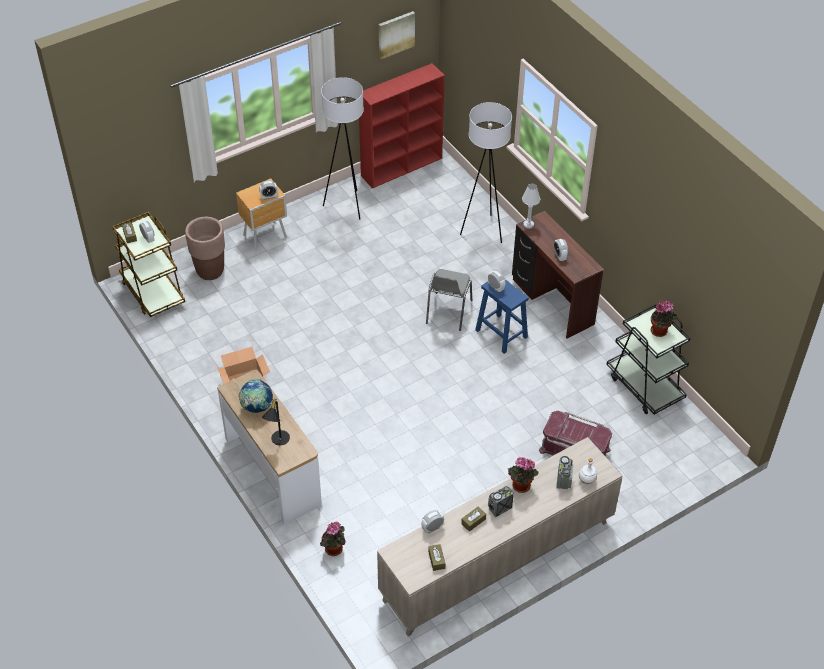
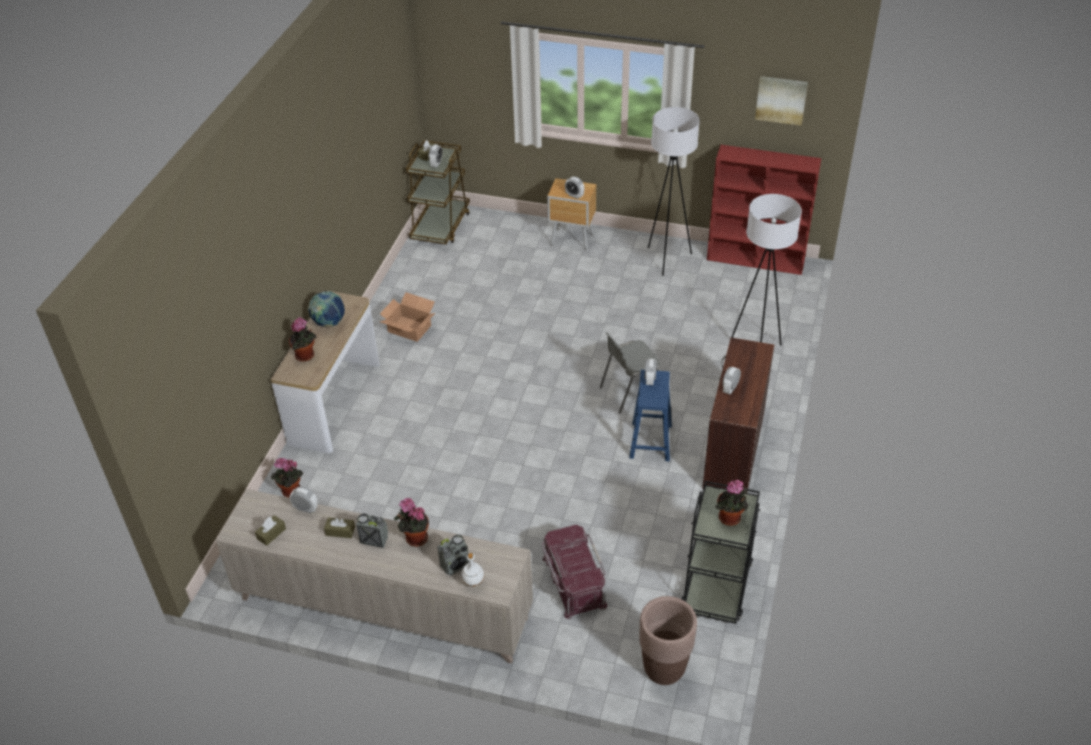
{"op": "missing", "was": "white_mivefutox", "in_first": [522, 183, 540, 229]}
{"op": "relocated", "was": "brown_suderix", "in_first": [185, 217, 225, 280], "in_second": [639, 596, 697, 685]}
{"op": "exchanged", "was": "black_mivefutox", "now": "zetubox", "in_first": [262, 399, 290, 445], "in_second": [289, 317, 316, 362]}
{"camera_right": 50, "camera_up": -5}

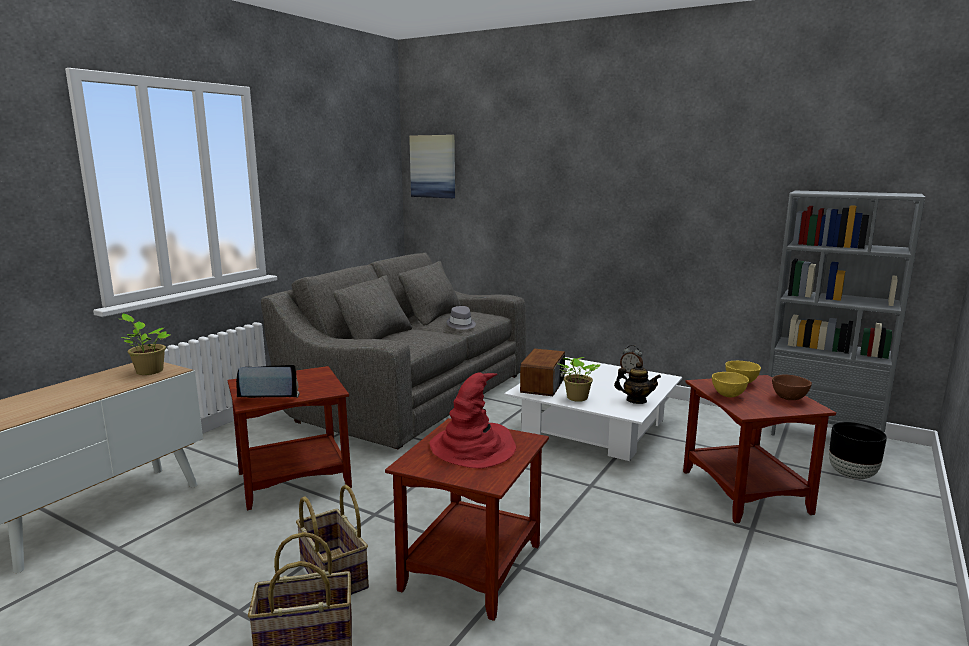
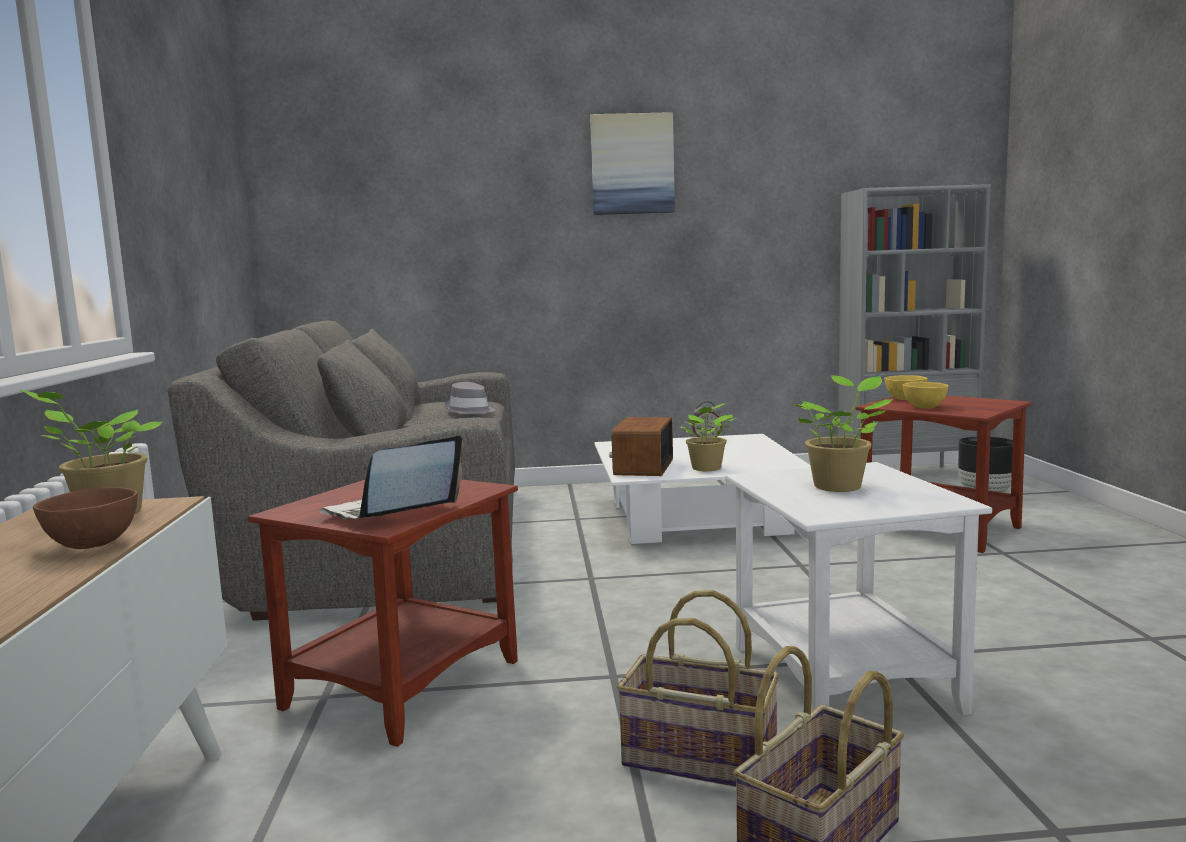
{"op": "relocated", "was": "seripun", "in_first": [409, 135, 455, 198], "in_second": [590, 112, 675, 215]}
{"op": "spun", "was": "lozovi", "in_first": [520, 348, 567, 396], "in_second": [609, 417, 673, 476], "clockwise": -150}
{"op": "missing", "was": "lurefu", "in_first": [614, 362, 661, 404]}
{"op": "exchanged", "was": "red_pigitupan", "now": "zetubox", "in_first": [429, 372, 516, 469], "in_second": [793, 375, 893, 492]}
{"op": "relocated", "was": "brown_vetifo", "in_first": [772, 375, 812, 400], "in_second": [33, 487, 138, 549]}
{"op": "colour", "was": "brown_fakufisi", "now": "white_fakufisi", "in_first": [385, 418, 549, 621], "in_second": [725, 462, 992, 715]}
{"camera_right": -35, "camera_up": -5}

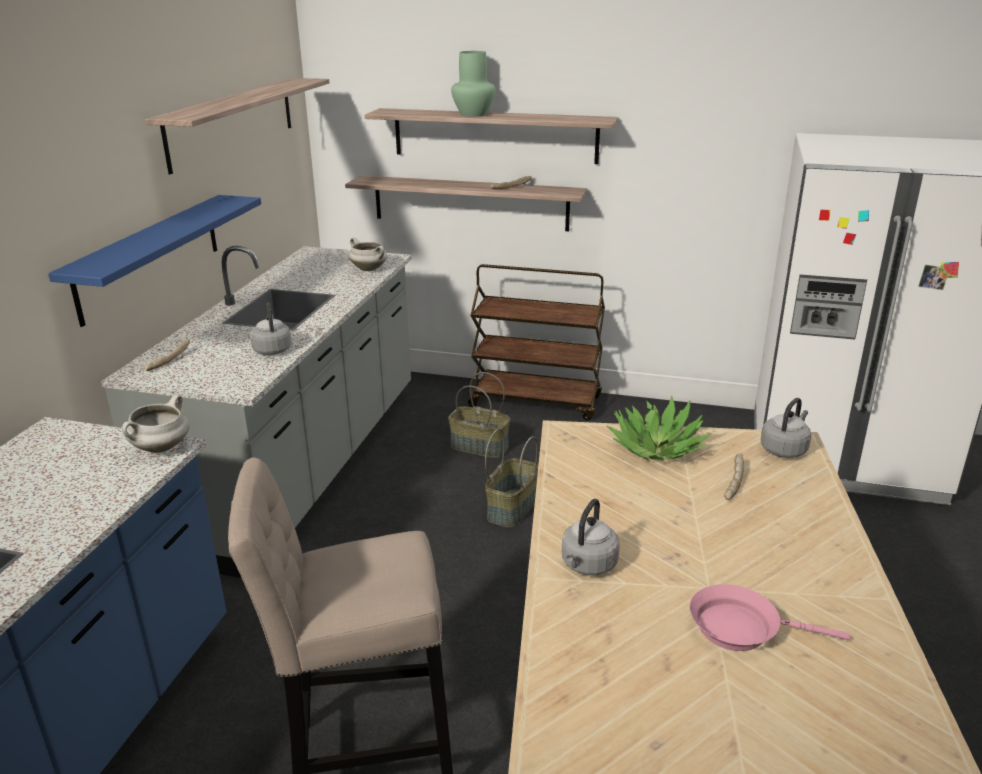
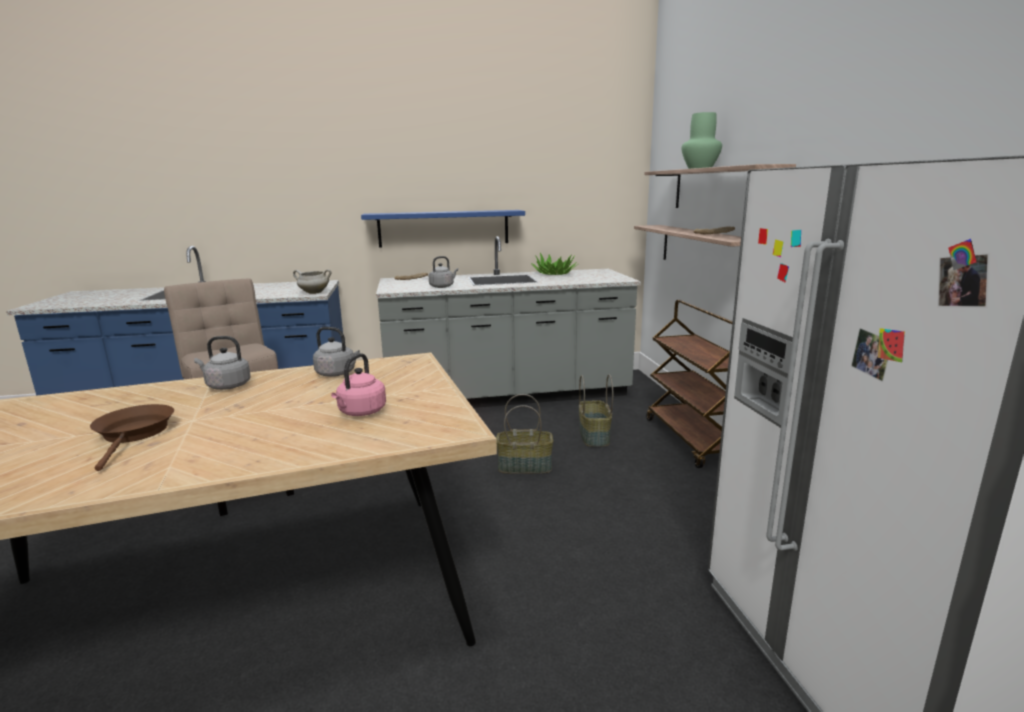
{"op": "missing", "was": "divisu", "in_first": [145, 78, 329, 174]}
{"op": "missing", "was": "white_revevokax", "in_first": [348, 237, 388, 271]}
{"op": "relocated", "was": "zetubox", "in_first": [607, 396, 712, 461], "in_second": [531, 253, 578, 275]}
{"op": "relocated", "was": "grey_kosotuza", "in_first": [761, 398, 811, 458], "in_second": [313, 327, 360, 377]}
{"op": "exchanged", "was": "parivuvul", "now": "pink_kosotuza", "in_first": [724, 453, 744, 500], "in_second": [331, 353, 386, 416]}
{"op": "colour", "was": "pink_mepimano", "now": "brown_mepimano", "in_first": [690, 584, 850, 651], "in_second": [90, 404, 174, 471]}
{"camera_right": 65, "camera_up": -10}

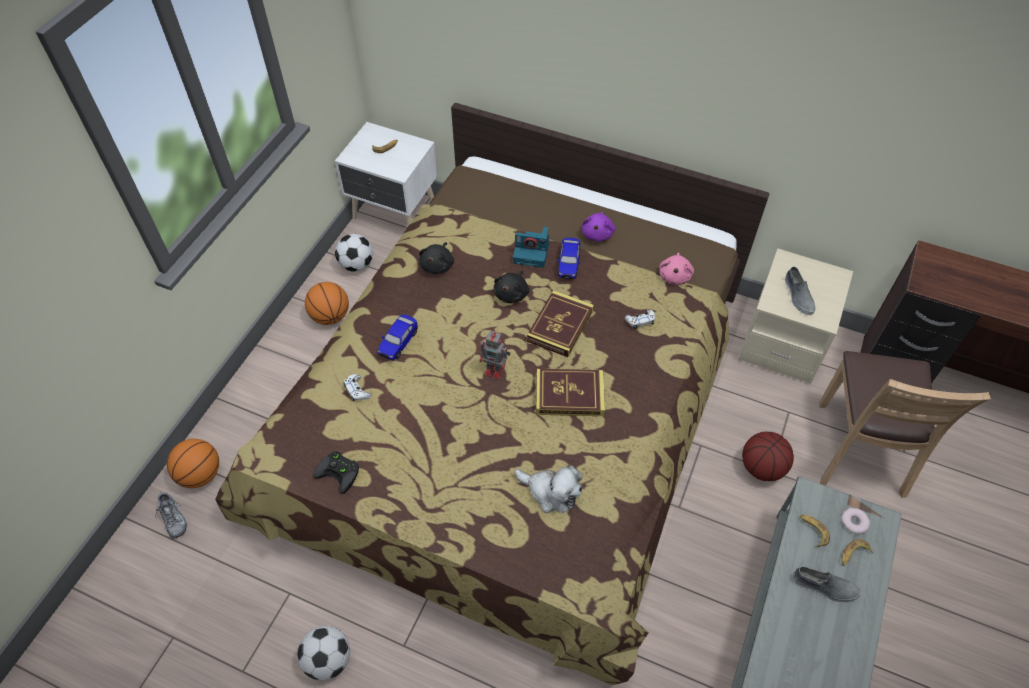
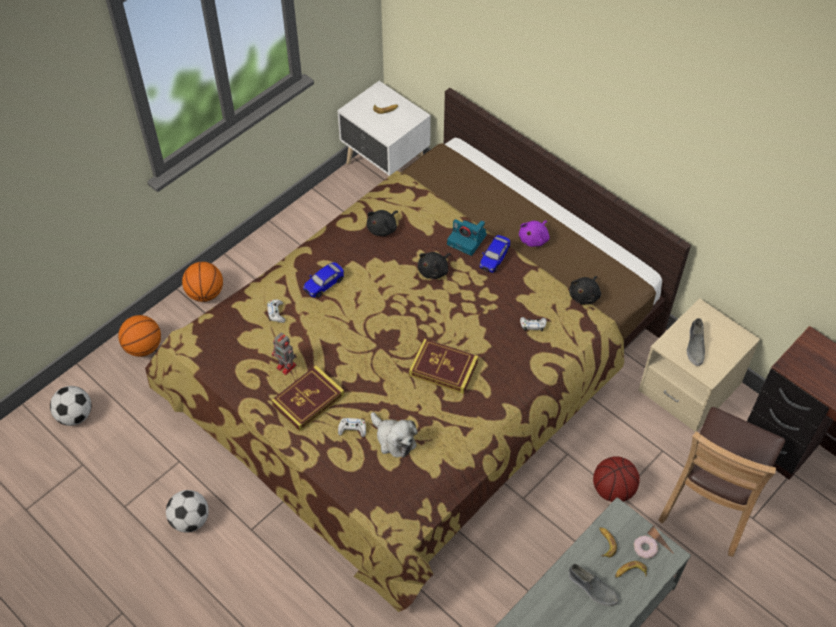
{"op": "relocated", "was": "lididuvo", "in_first": [335, 234, 373, 272], "in_second": [50, 386, 91, 426]}
{"op": "colour", "was": "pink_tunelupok", "now": "black_tunelupok", "in_first": [659, 253, 694, 285], "in_second": [569, 276, 601, 305]}
{"op": "relocated", "was": "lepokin", "in_first": [305, 282, 349, 325], "in_second": [182, 262, 223, 302]}
{"op": "relocated", "was": "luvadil", "in_first": [527, 290, 594, 357], "in_second": [271, 365, 344, 431]}
{"op": "relocated", "was": "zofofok", "in_first": [479, 331, 510, 379], "in_second": [272, 332, 297, 375]}
{"op": "missing", "was": "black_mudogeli", "in_first": [314, 451, 359, 494]}
{"op": "missing", "was": "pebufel", "in_first": [156, 491, 187, 539]}
{"op": "appeared", "now": "white_mudogeli", "in_second": [338, 418, 366, 437]}
{"camera_right": 20, "camera_up": 0}

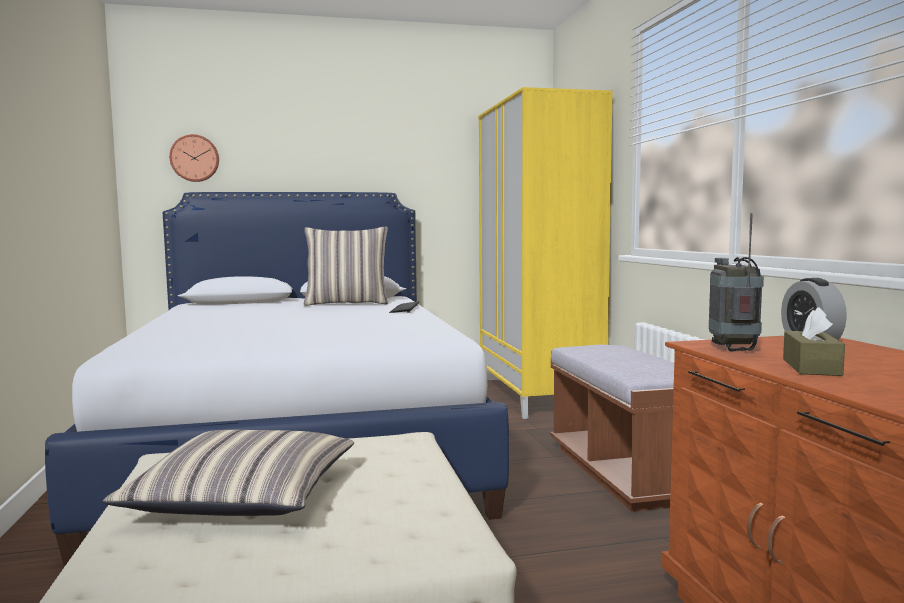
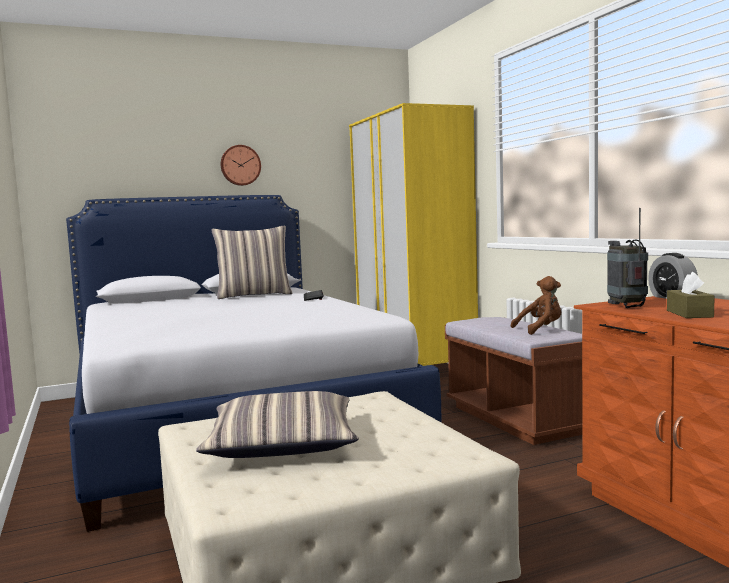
{"op": "relocated", "was": "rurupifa", "in_first": [169, 134, 219, 182], "in_second": [221, 145, 261, 186]}
{"op": "appeared", "now": "brown_tunelupok", "in_second": [511, 276, 561, 335]}
{"camera_right": -10, "camera_up": 0}

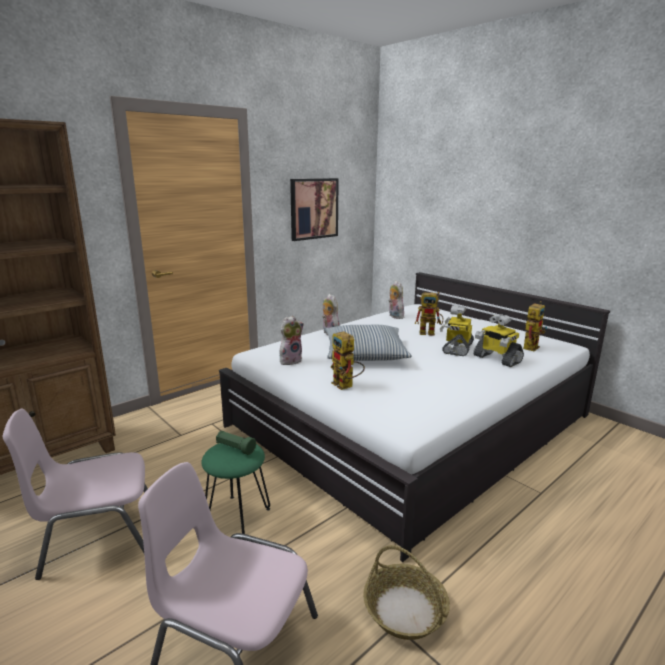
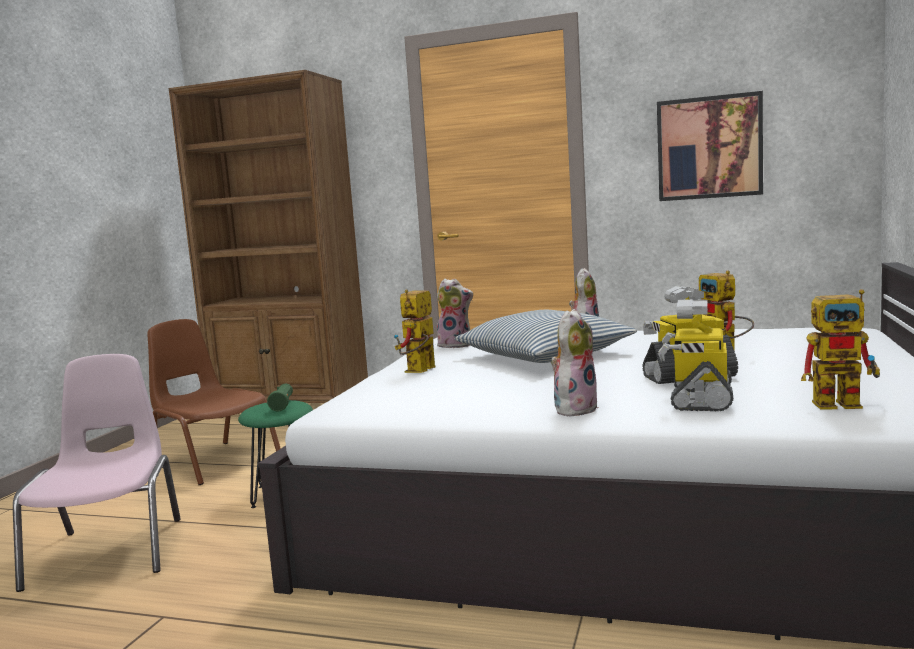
{"op": "relocated", "was": "tunelupok", "in_first": [388, 281, 404, 319], "in_second": [551, 309, 599, 416]}
{"op": "colour", "was": "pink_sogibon", "now": "brown_sogibon", "in_first": [3, 409, 148, 580], "in_second": [147, 319, 281, 485]}
{"op": "missing", "was": "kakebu", "in_first": [363, 545, 450, 640]}
{"camera_right": 60, "camera_up": -10}

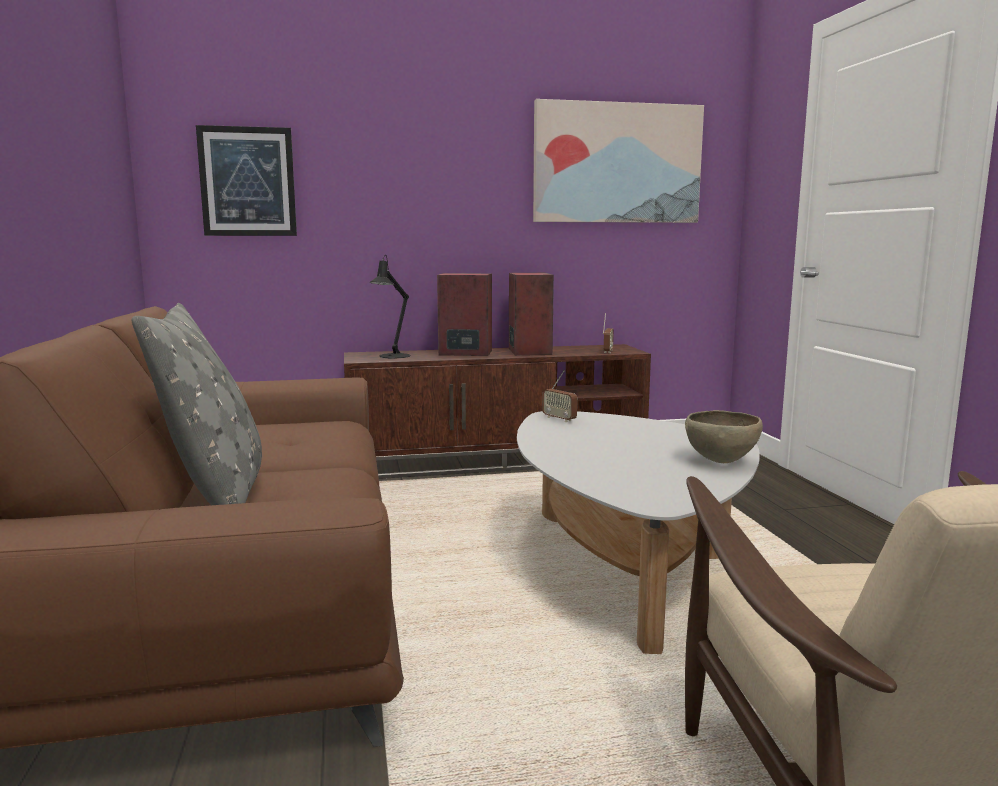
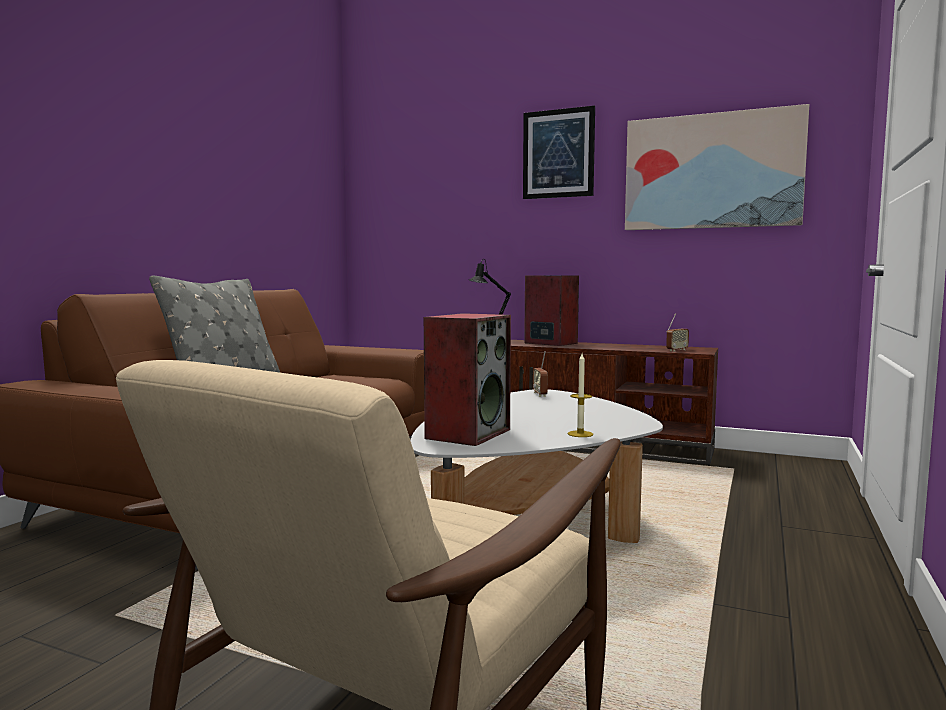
{"op": "relocated", "was": "seripun", "in_first": [196, 125, 297, 236], "in_second": [523, 106, 595, 199]}
{"op": "relocated", "was": "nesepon", "in_first": [509, 273, 554, 356], "in_second": [424, 313, 511, 446]}
{"op": "exchanged", "was": "brown_vetifo", "now": "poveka", "in_first": [685, 410, 763, 463], "in_second": [568, 353, 593, 437]}
{"camera_right": 35, "camera_up": -5}

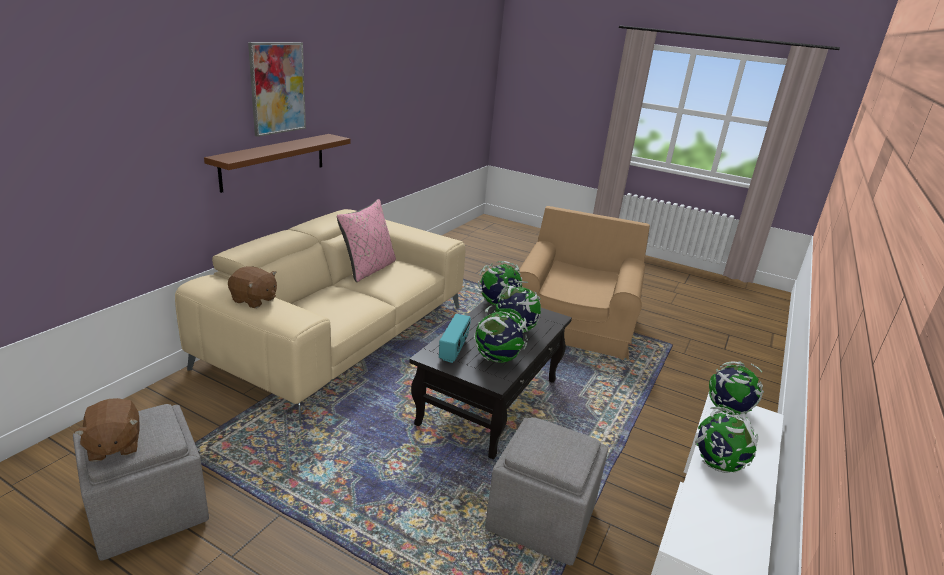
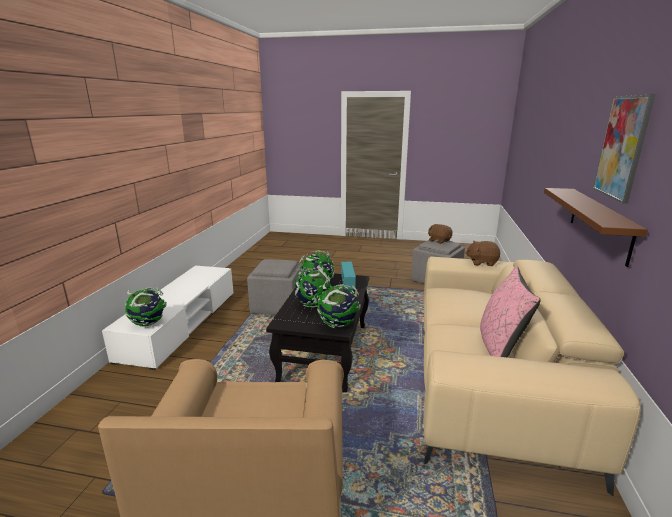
{"op": "missing", "was": "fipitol", "in_first": [695, 407, 758, 473]}
{"camera_right": 165, "camera_up": -5}

